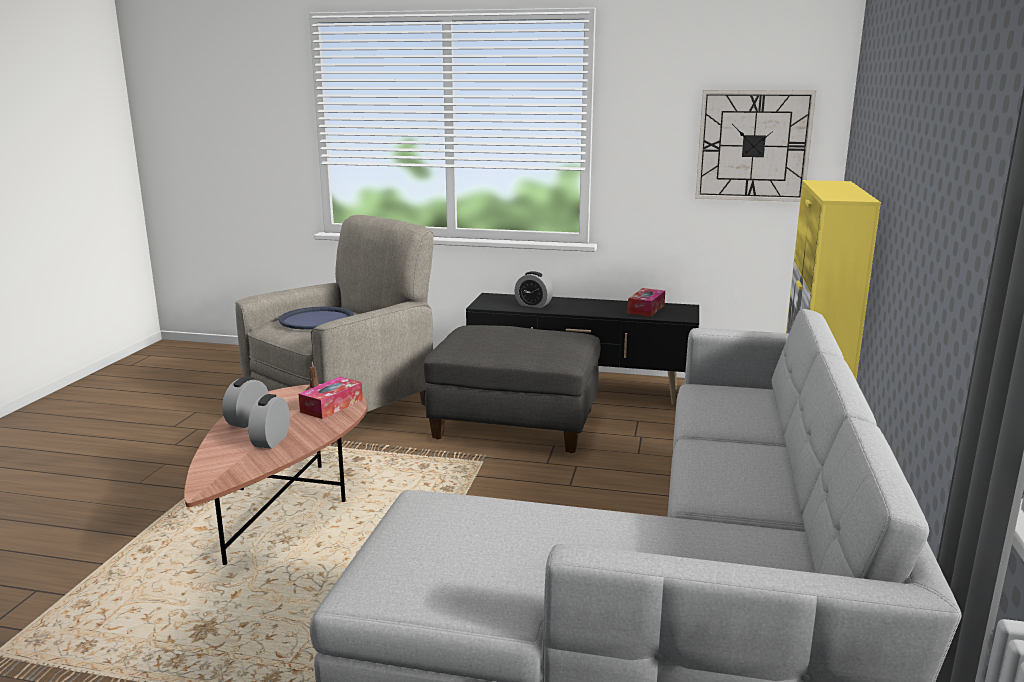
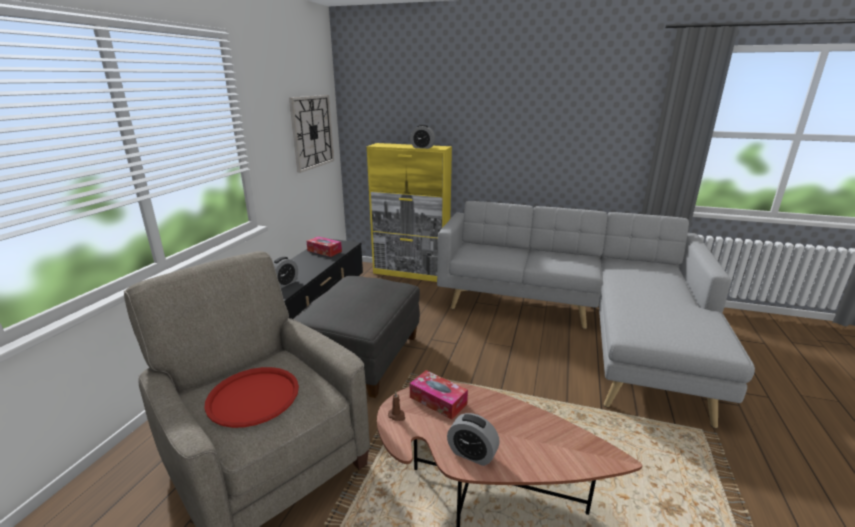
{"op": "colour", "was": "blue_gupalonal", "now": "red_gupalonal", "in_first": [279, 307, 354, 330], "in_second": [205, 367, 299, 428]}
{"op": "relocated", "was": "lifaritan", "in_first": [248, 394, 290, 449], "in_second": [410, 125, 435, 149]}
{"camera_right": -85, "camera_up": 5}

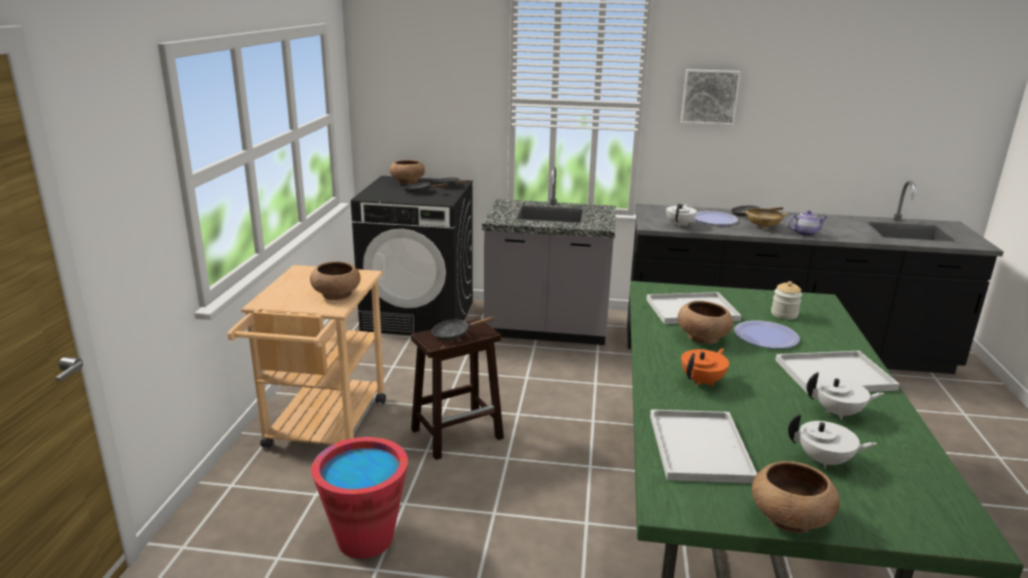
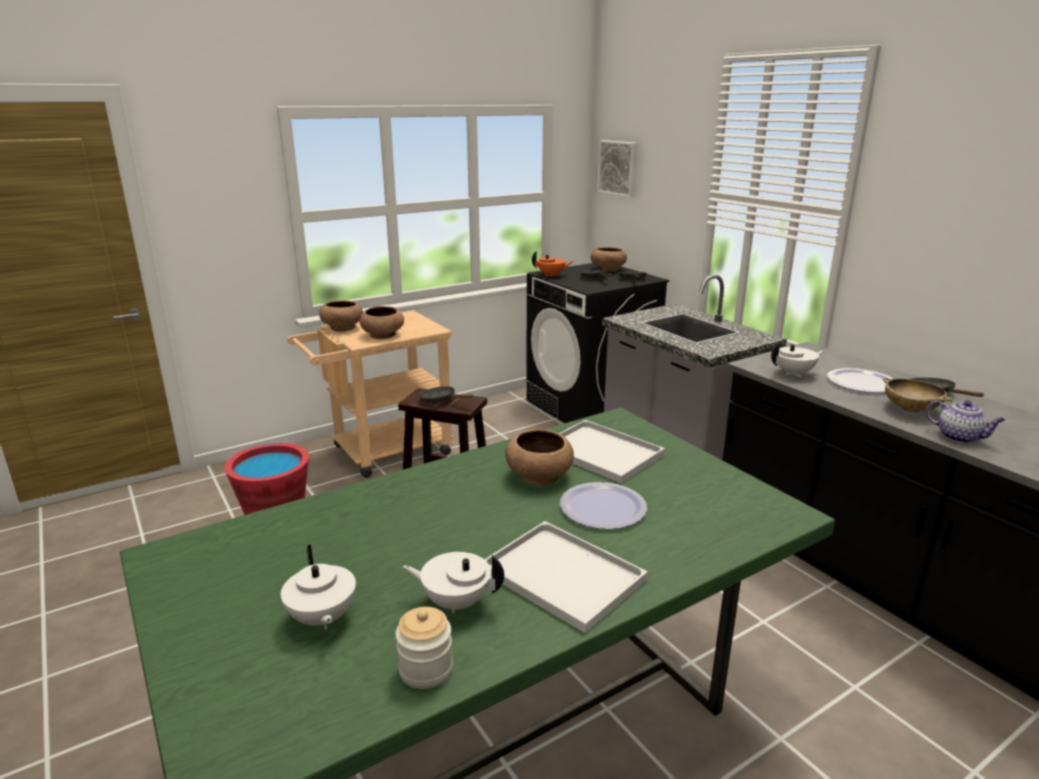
{"op": "relocated", "was": "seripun", "in_first": [681, 69, 741, 126], "in_second": [597, 140, 638, 197]}
{"op": "relocated", "was": "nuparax", "in_first": [771, 281, 802, 319], "in_second": [396, 607, 453, 689]}
{"op": "relocated", "was": "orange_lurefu", "in_first": [681, 348, 729, 386], "in_second": [532, 251, 574, 276]}
{"op": "spun", "was": "white_lurefu", "in_first": [806, 372, 884, 420], "in_second": [403, 552, 504, 614], "clockwise": 135}
{"op": "missing", "was": "white_gupalonal", "in_first": [650, 409, 757, 483]}
{"op": "relocated", "was": "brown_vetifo", "in_first": [752, 461, 840, 533], "in_second": [319, 301, 363, 331]}
{"camera_right": 50, "camera_up": 0}

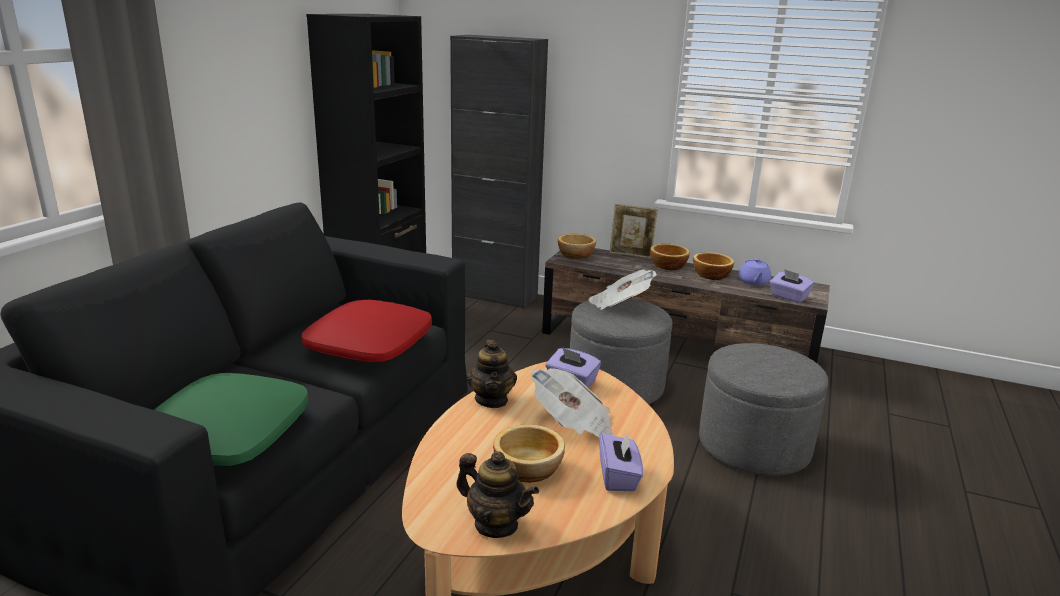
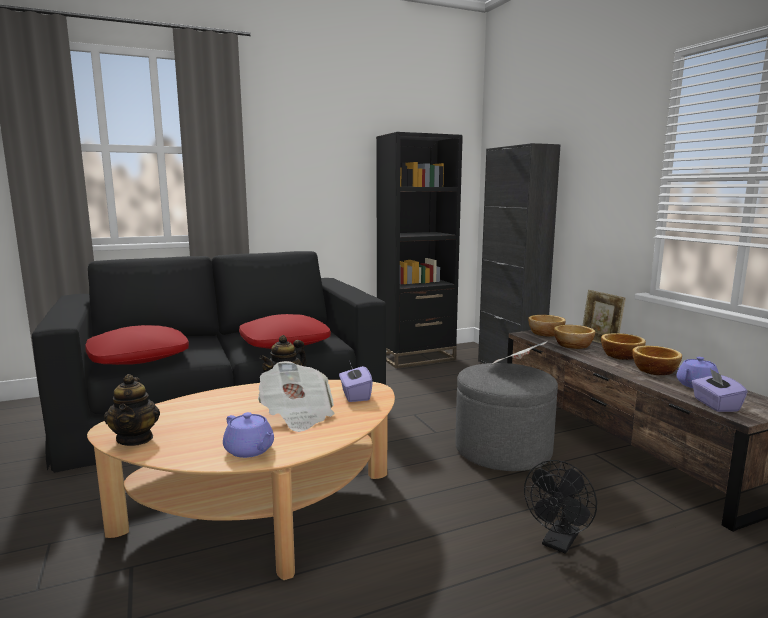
{"op": "exchanged", "was": "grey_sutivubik", "now": "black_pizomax", "in_first": [699, 343, 828, 476], "in_second": [524, 460, 597, 554]}
{"op": "colour", "was": "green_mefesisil", "now": "red_mefesisil", "in_first": [154, 373, 309, 466], "in_second": [85, 325, 189, 365]}
{"op": "relocated", "was": "vetifo", "in_first": [493, 424, 565, 483], "in_second": [554, 325, 595, 349]}
{"op": "exchanged", "was": "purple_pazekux", "now": "purple_lurefu", "in_first": [599, 432, 643, 491], "in_second": [223, 412, 274, 458]}
{"camera_right": 45, "camera_up": -10}

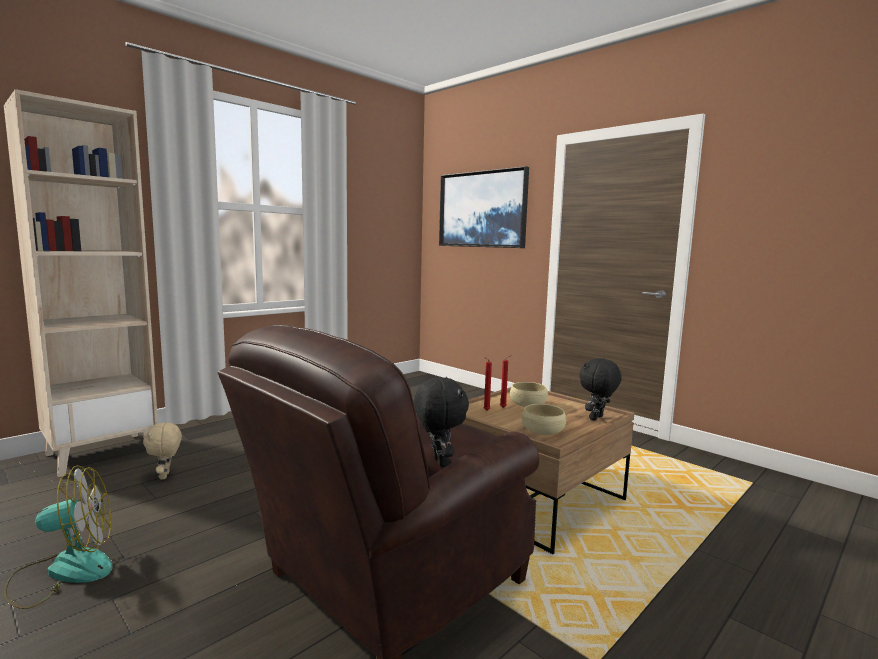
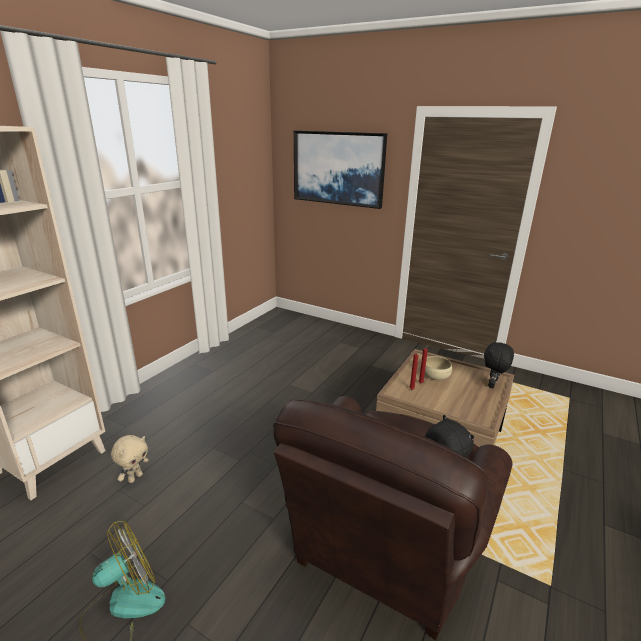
{"op": "missing", "was": "beige_vetifo", "in_first": [522, 404, 566, 435]}
{"op": "spun", "was": "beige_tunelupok", "in_first": [143, 422, 182, 480], "in_second": [111, 435, 149, 483], "clockwise": -120}
{"camera_right": -15, "camera_up": 15}

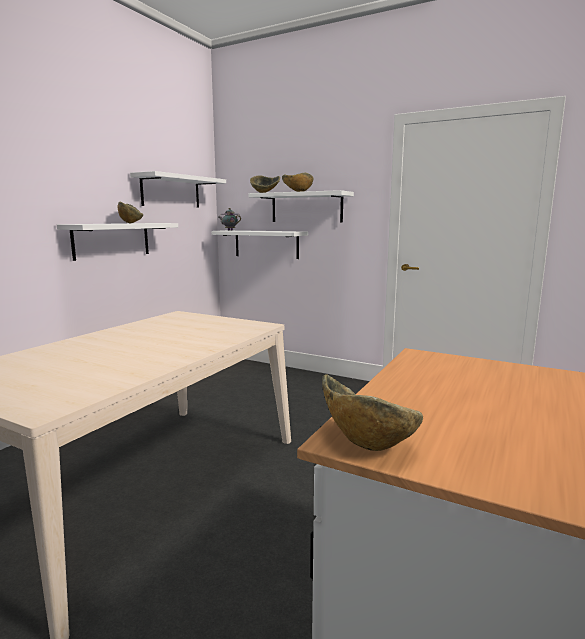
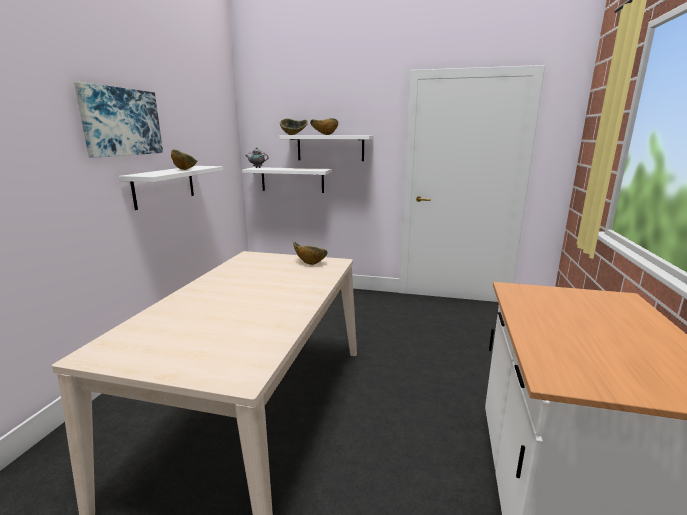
{"op": "missing", "was": "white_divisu", "in_first": [130, 171, 226, 208]}
{"op": "relocated", "was": "vetifo", "in_first": [322, 374, 423, 451], "in_second": [293, 242, 328, 265]}
{"op": "appeared", "now": "seripun", "in_second": [74, 82, 163, 158]}
{"camera_right": -15, "camera_up": 5}

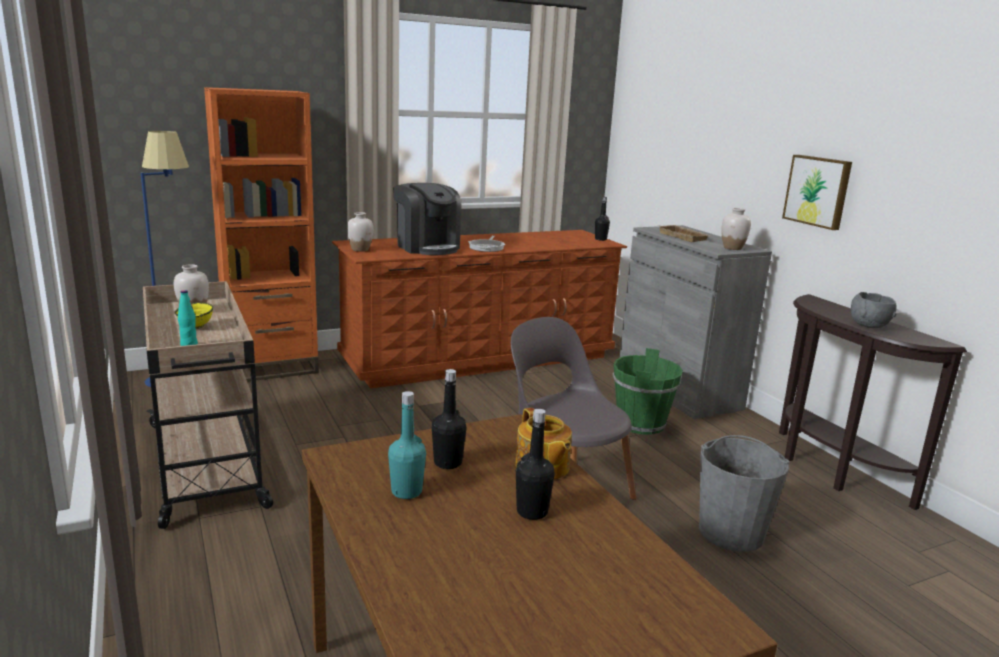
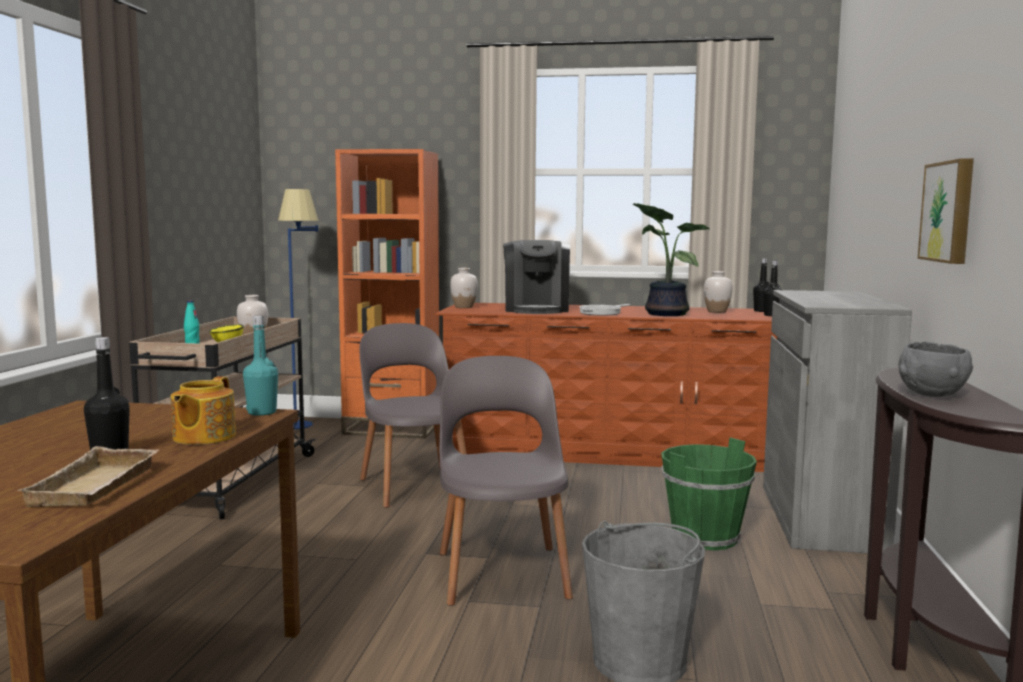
{"op": "relocated", "was": "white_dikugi", "in_first": [722, 208, 751, 250], "in_second": [704, 271, 733, 313]}
{"op": "relocated", "was": "beige_gupalonal", "in_first": [657, 225, 711, 242], "in_second": [16, 446, 159, 507]}
{"op": "relocated", "was": "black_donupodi", "in_first": [432, 369, 467, 469], "in_second": [753, 258, 769, 312]}
{"op": "relocated", "was": "turquoise_donupodi", "in_first": [388, 391, 426, 499], "in_second": [243, 316, 278, 416]}
{"op": "appeared", "now": "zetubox", "in_second": [633, 203, 710, 316]}
{"op": "appeared", "now": "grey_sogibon", "in_second": [360, 323, 466, 508]}
{"camera_right": 35, "camera_up": -10}

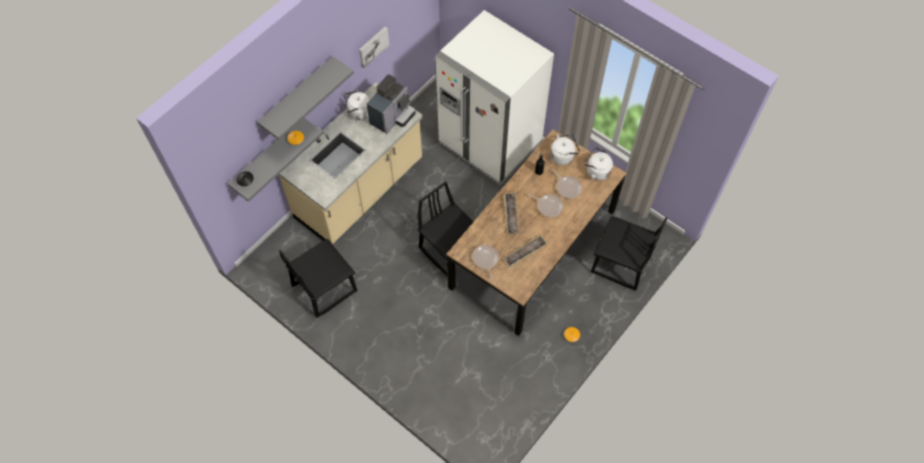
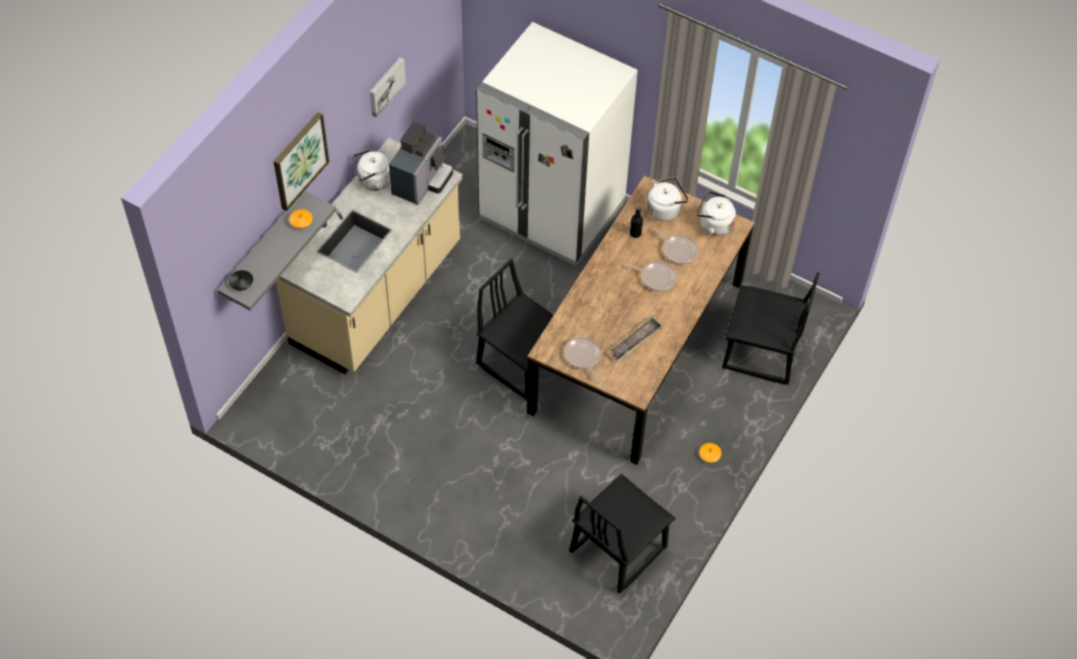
{"op": "exchanged", "was": "grey_divisu", "now": "seripun", "in_first": [257, 56, 354, 140], "in_second": [274, 112, 329, 211]}
{"op": "missing", "was": "gupalonal", "in_first": [504, 193, 519, 234]}
{"op": "relocated", "was": "black_sogibon", "in_first": [279, 239, 357, 318], "in_second": [569, 474, 675, 594]}
{"camera_right": -10, "camera_up": -5}

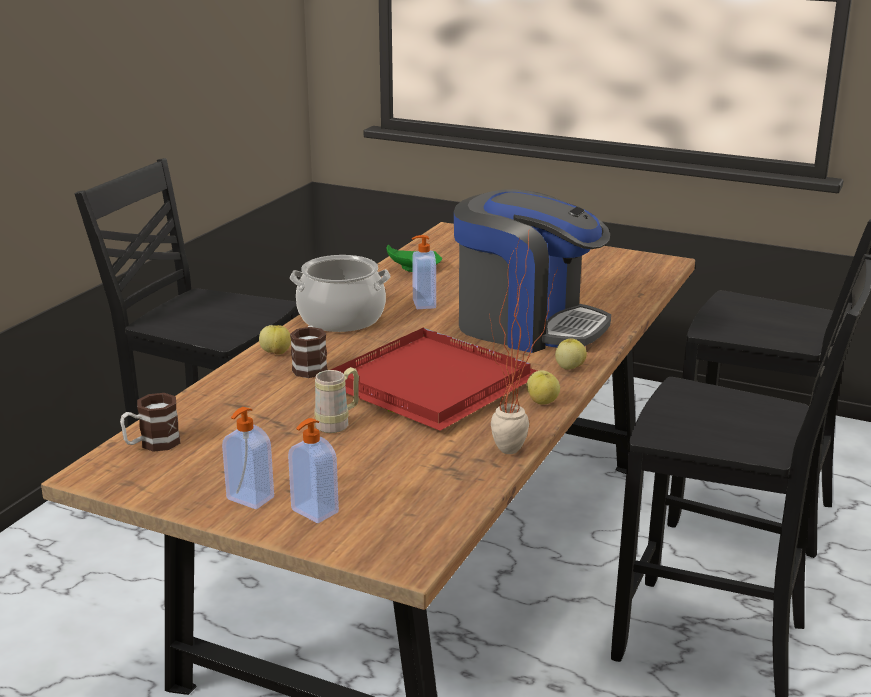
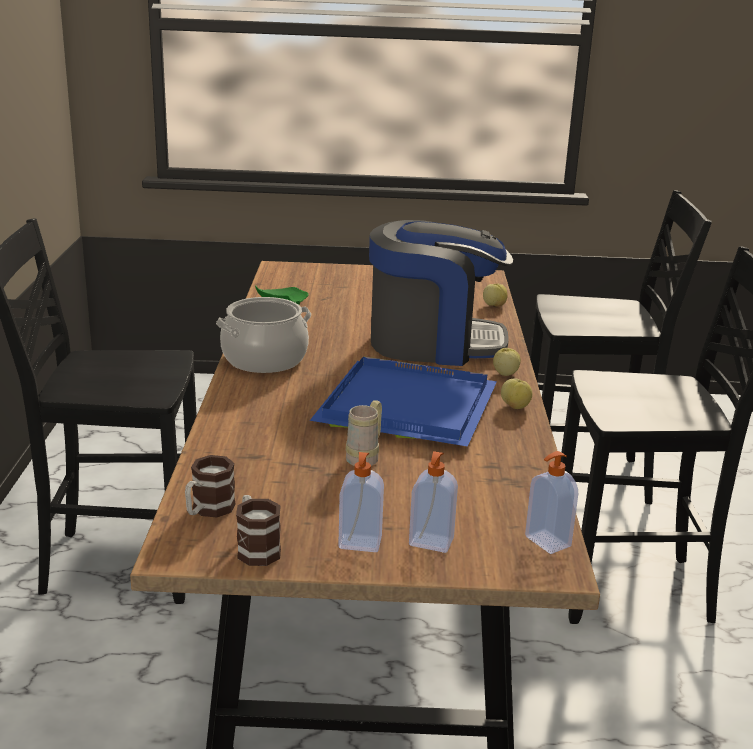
{"op": "missing", "was": "zetubox", "in_first": [489, 231, 558, 454]}
{"op": "relocated", "was": "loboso", "in_first": [412, 235, 436, 309], "in_second": [525, 451, 578, 554]}
{"op": "relocated", "was": "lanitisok", "in_first": [259, 325, 291, 355], "in_second": [483, 284, 508, 306]}
{"op": "relocated", "was": "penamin", "in_first": [290, 325, 328, 378], "in_second": [236, 495, 281, 566]}
{"op": "colour", "was": "red_gupalonal", "now": "blue_gupalonal", "in_first": [331, 328, 537, 431], "in_second": [310, 356, 497, 447]}
{"camera_right": -25, "camera_up": 0}

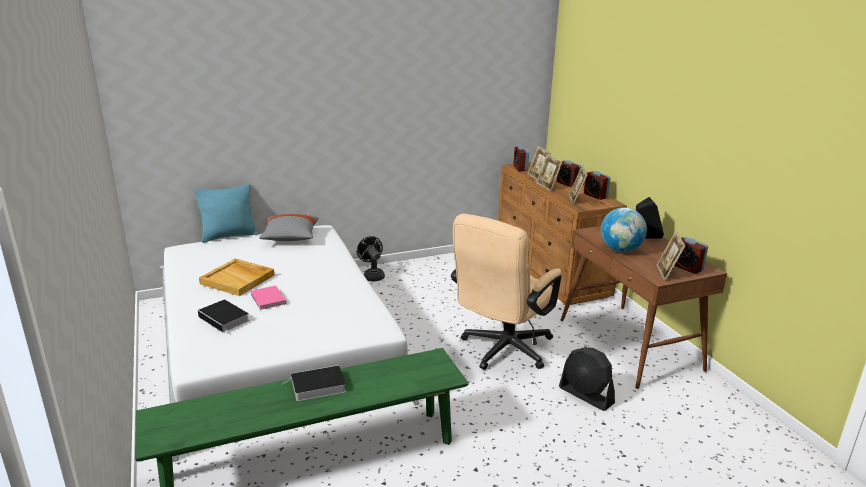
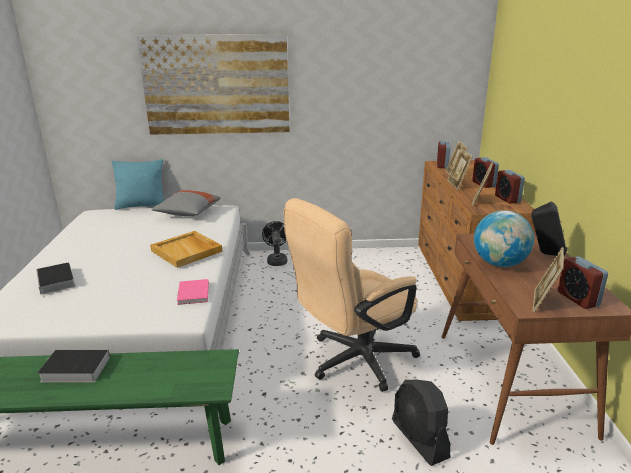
{"op": "relocated", "was": "beige_gupalonal", "in_first": [199, 258, 274, 296], "in_second": [150, 231, 222, 268]}
{"op": "relocated", "was": "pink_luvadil", "in_first": [251, 285, 286, 310], "in_second": [177, 279, 209, 305]}
{"op": "appeared", "now": "seripun", "in_second": [136, 33, 290, 135]}
{"camera_right": 20, "camera_up": 0}

